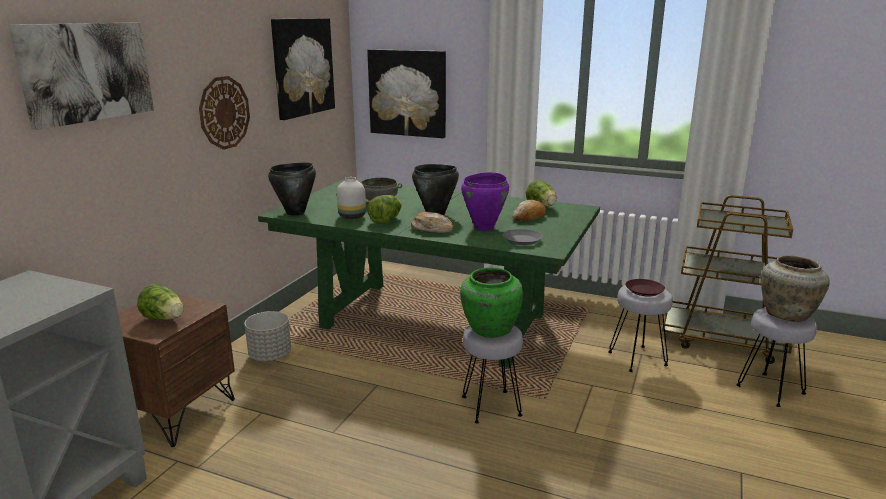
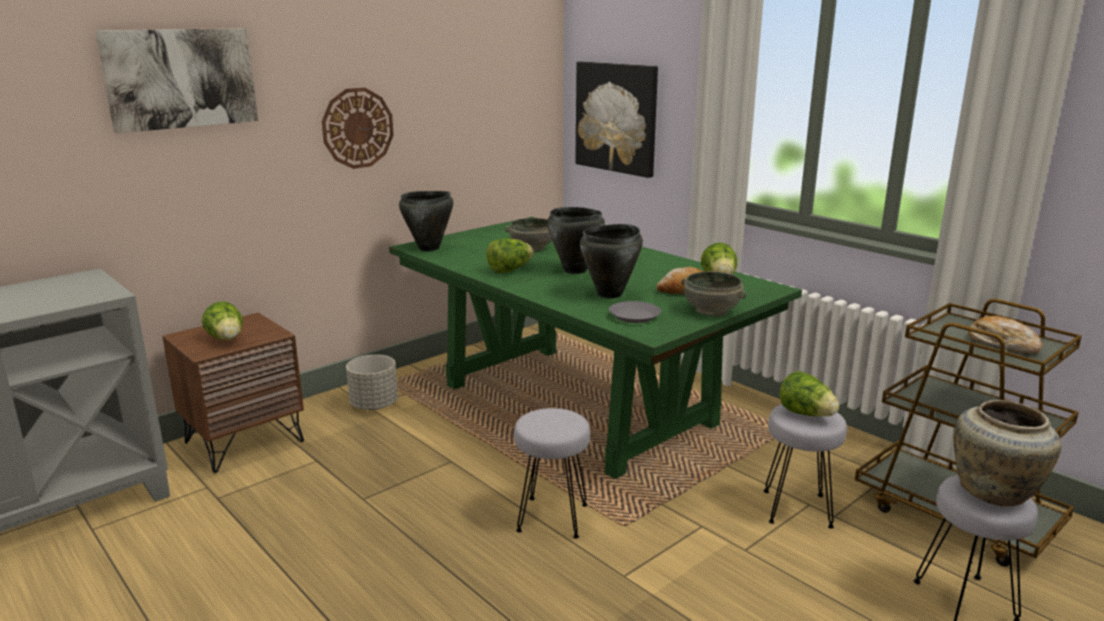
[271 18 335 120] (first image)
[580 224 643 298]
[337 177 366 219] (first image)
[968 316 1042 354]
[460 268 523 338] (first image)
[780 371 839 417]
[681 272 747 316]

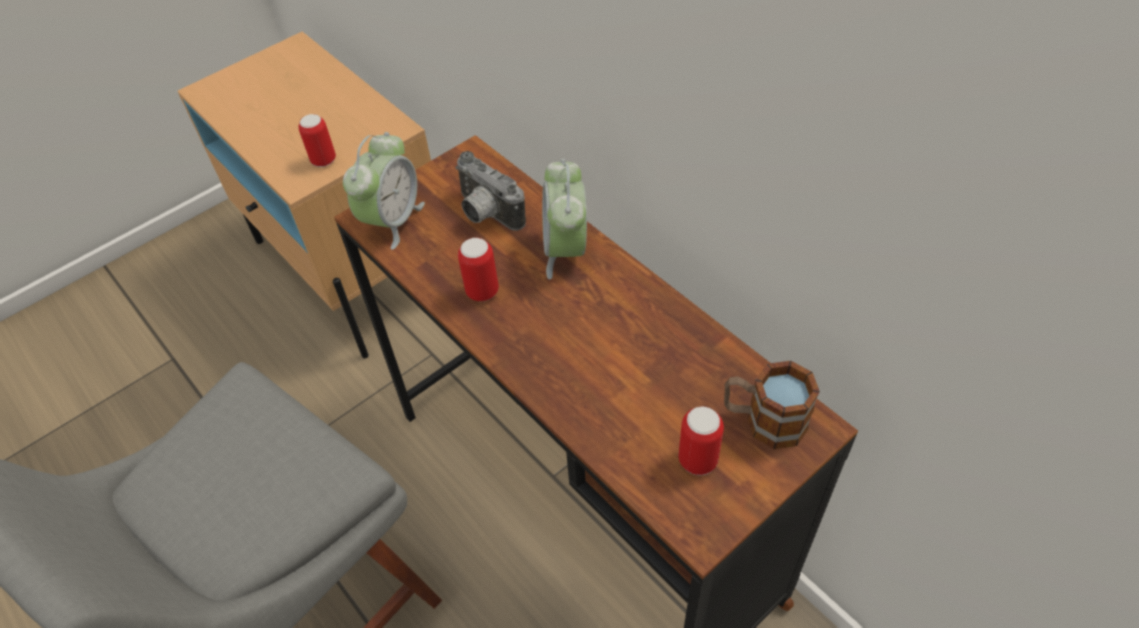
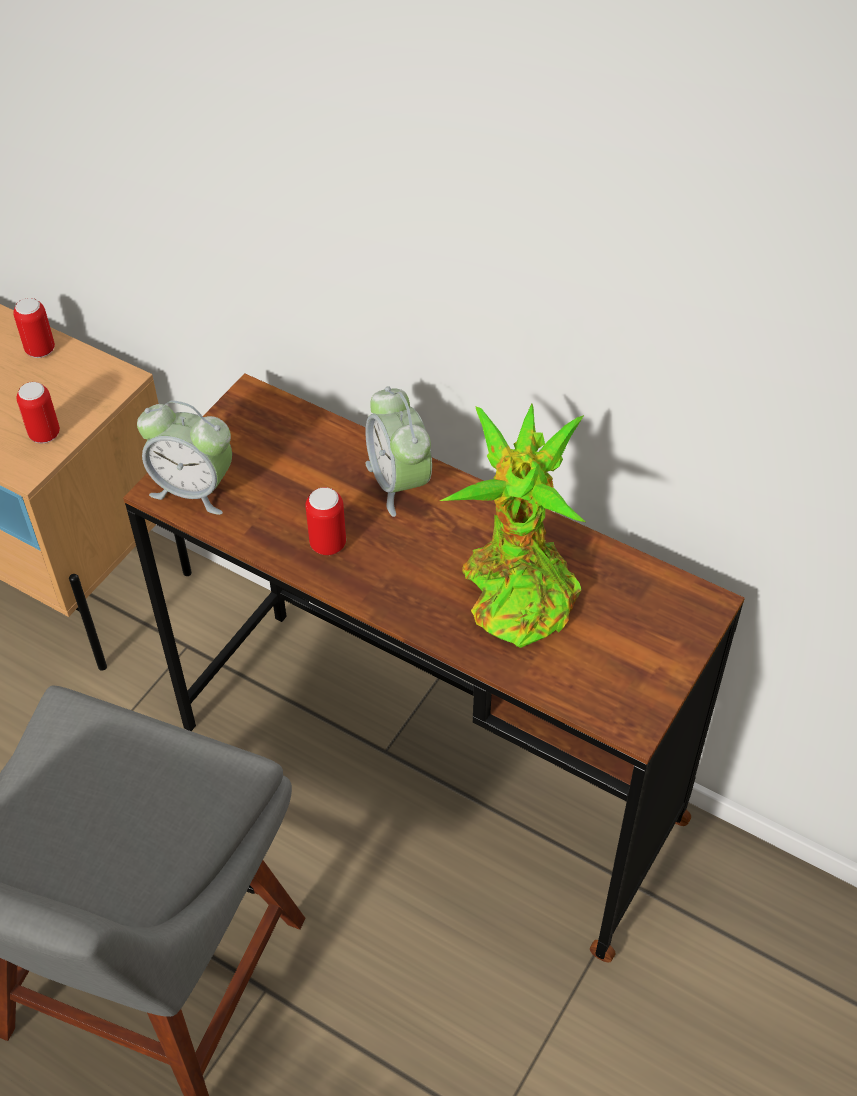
[137 401 232 515]
[455 151 526 231] (first image)
[724 361 820 449] (first image)
[13 298 55 358]
[440 404 585 648]

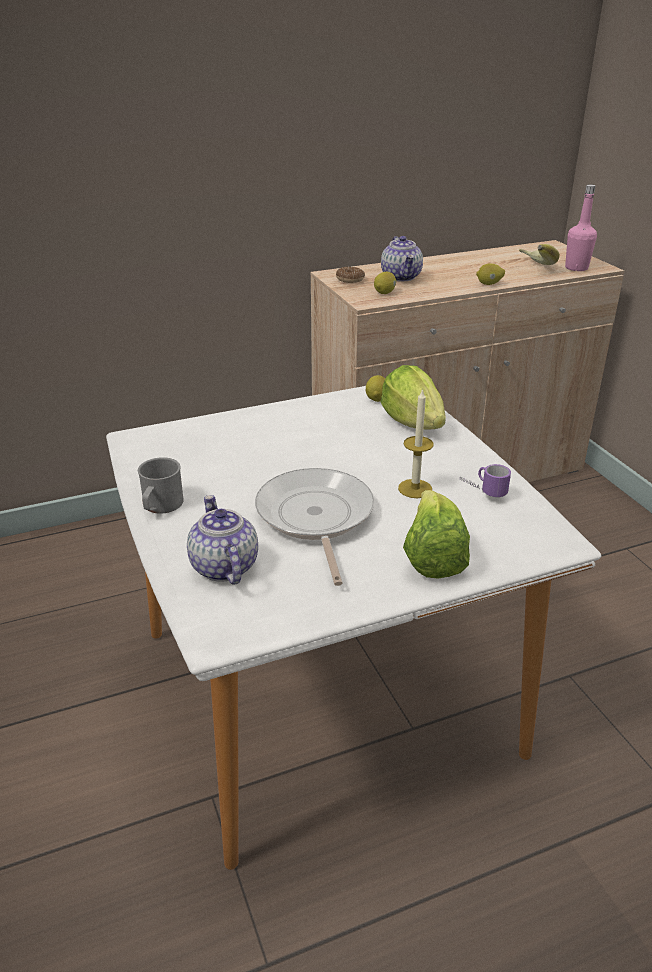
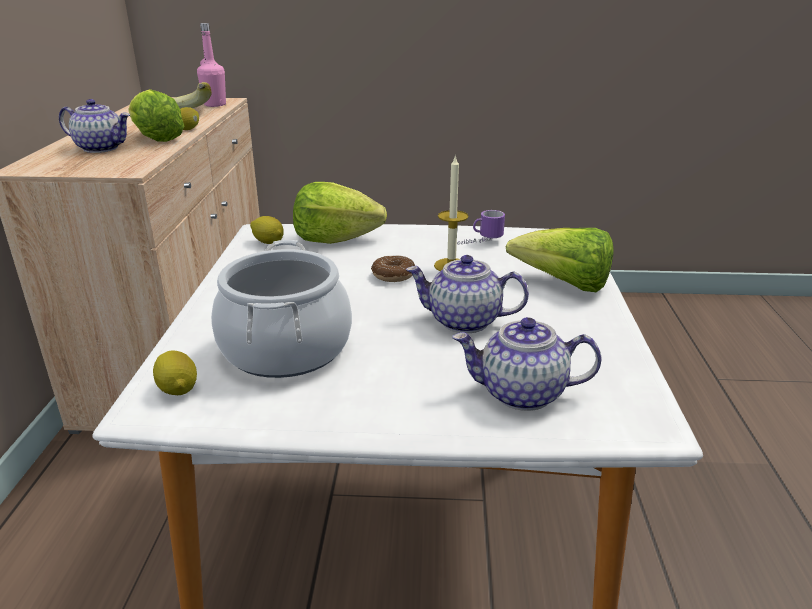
[371 255 415 282]
[153 350 197 395]
[138 457 184 514] (first image)
[406 255 529 333]
[128 89 184 142]
[211 240 352 378]

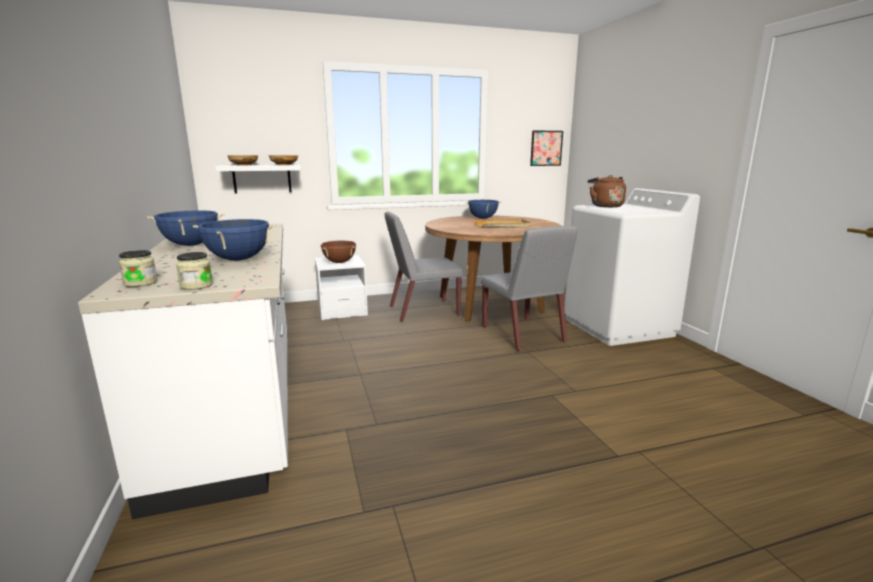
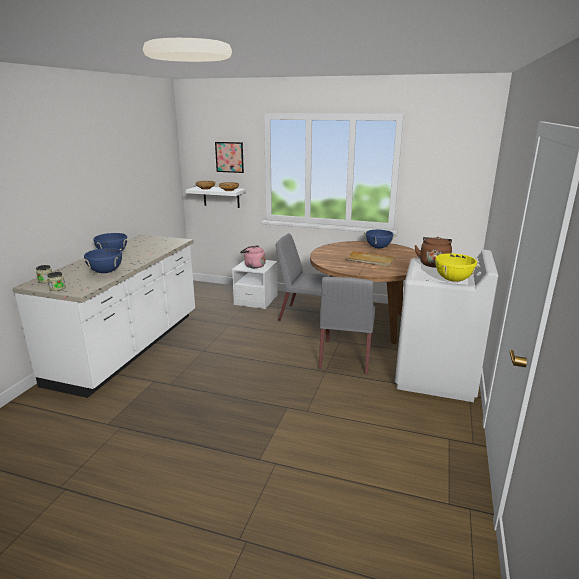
[215 142 244 173]
[240 245 265 268]
[433 253 480 282]

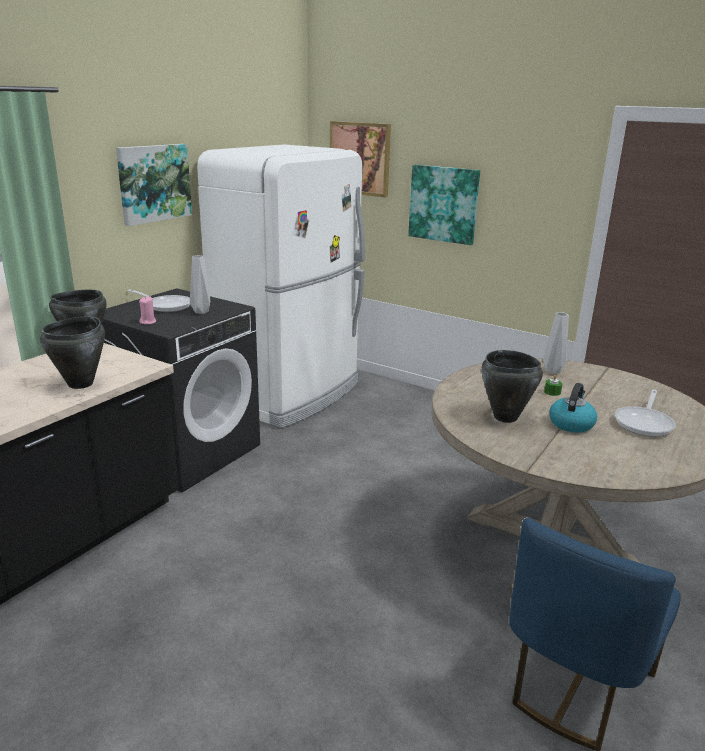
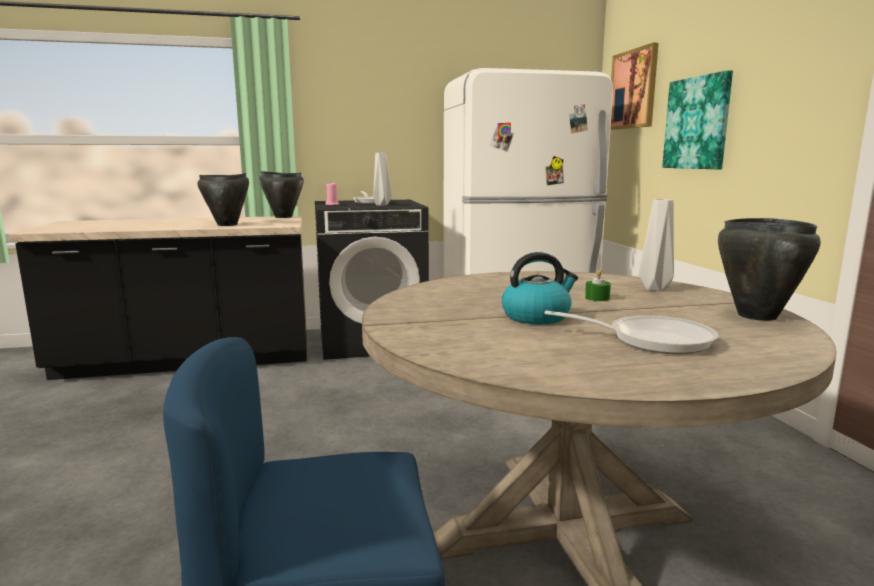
[116 144 192 226] (first image)
[718 218 821 321]
[544 311 718 354]

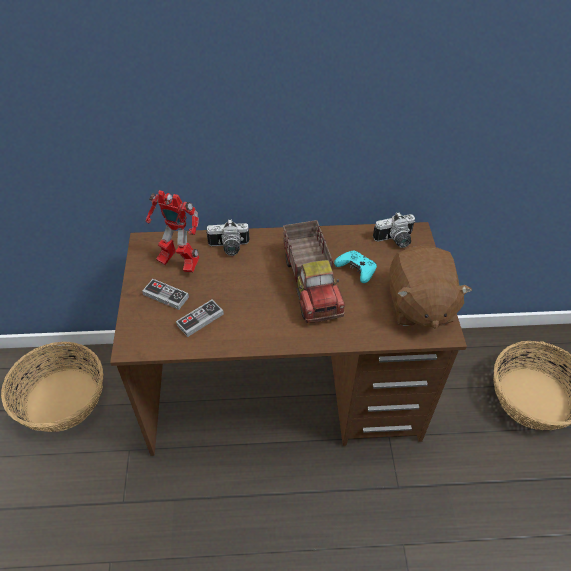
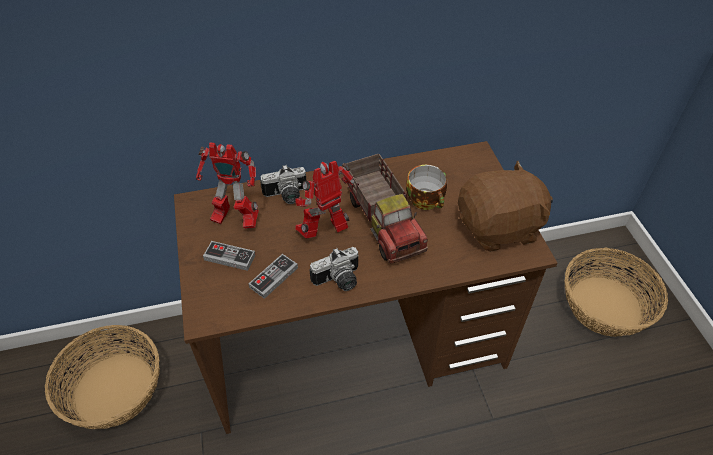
[309 247 359 291]
[458 161 553 252]
[406 165 447 210]
[295 161 355 239]

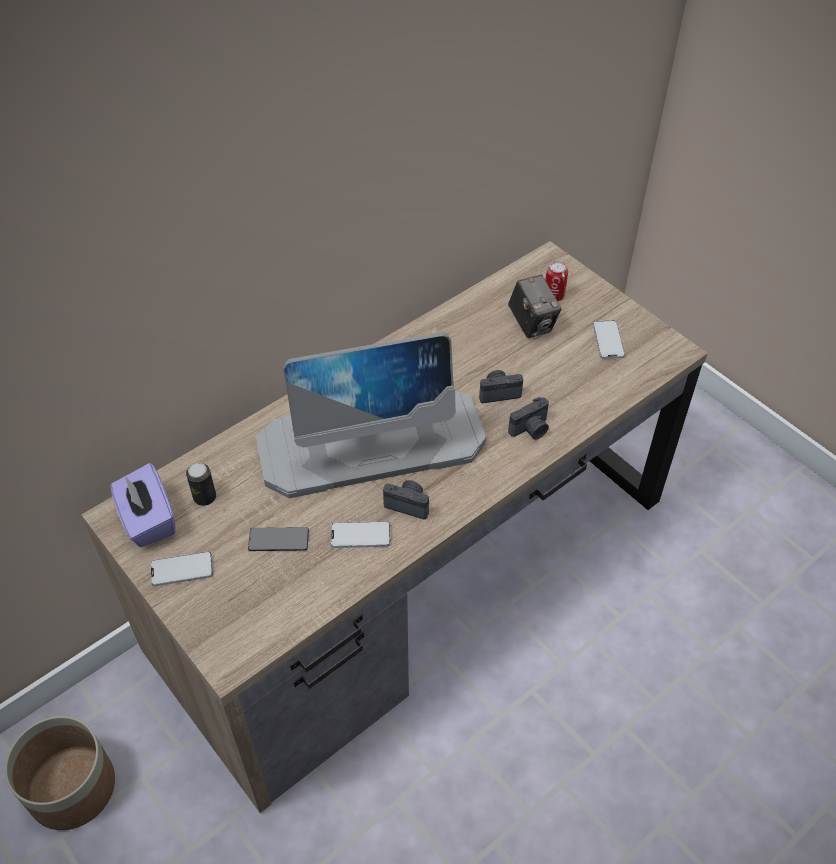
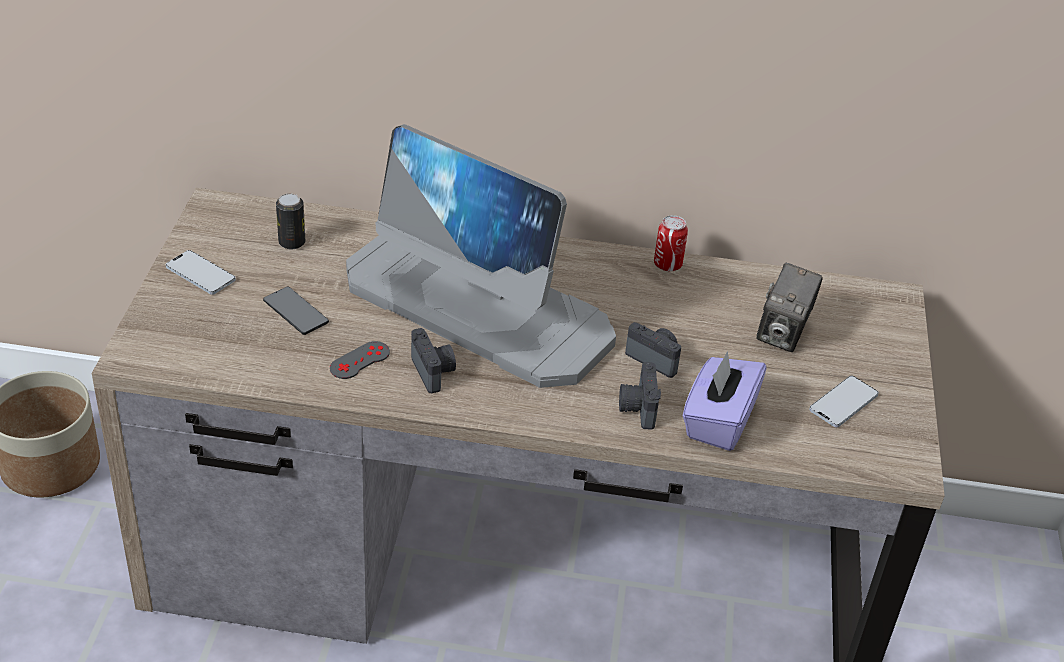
[654 215 688 271]
[619 362 661 430]
[683 351 766 451]
[330 341 390 379]

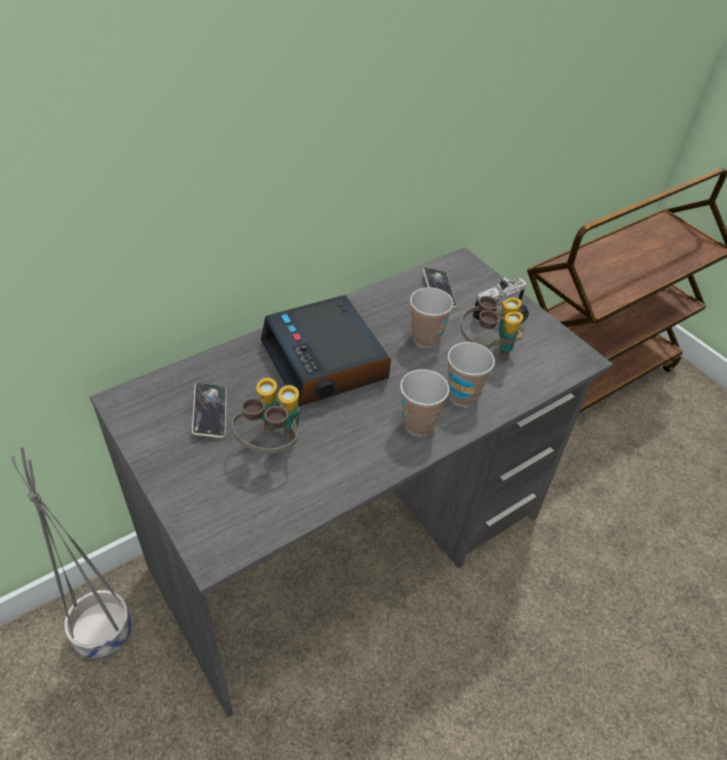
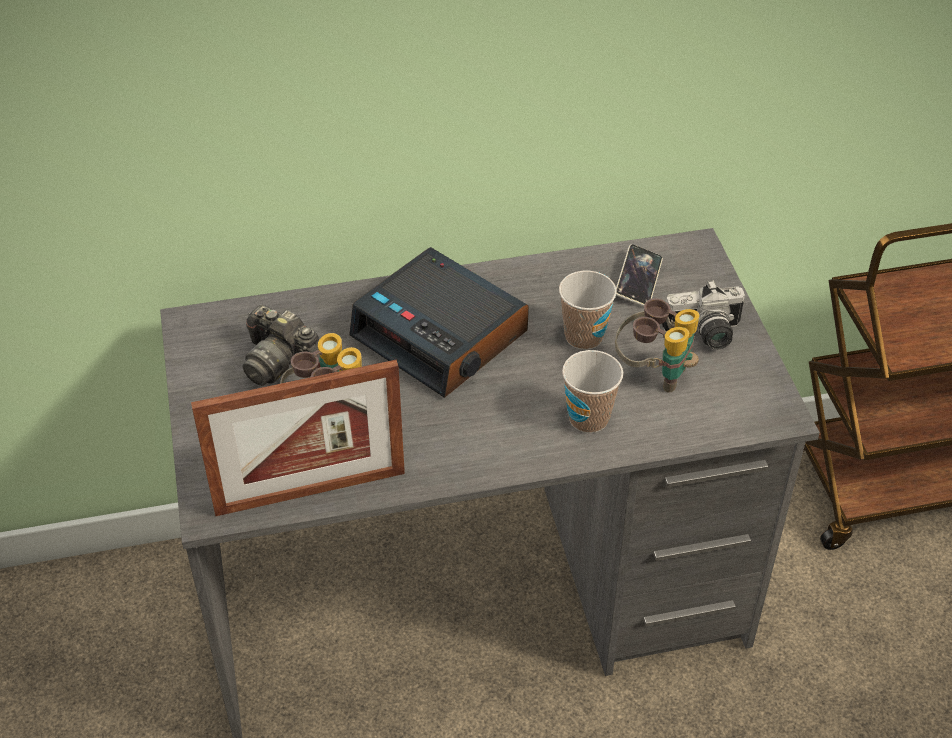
[349 247 529 398]
[400 369 449 435] (first image)
[243 305 320 386]
[11 447 132 658] (first image)
[191 360 405 516]

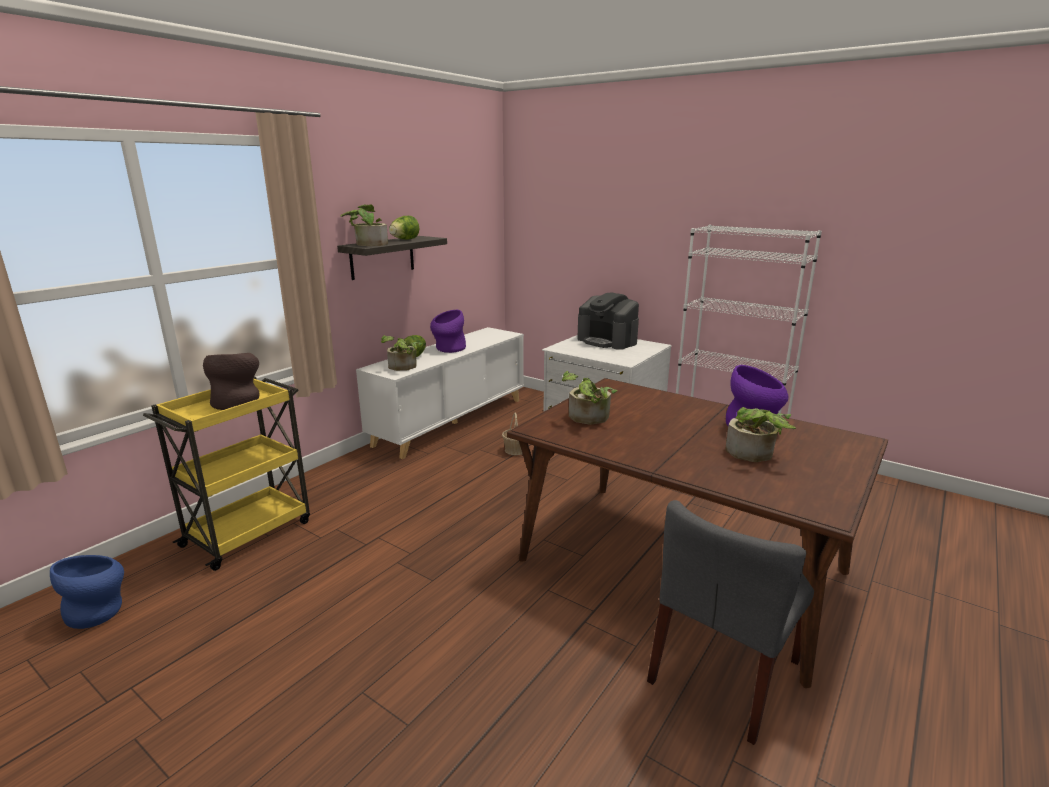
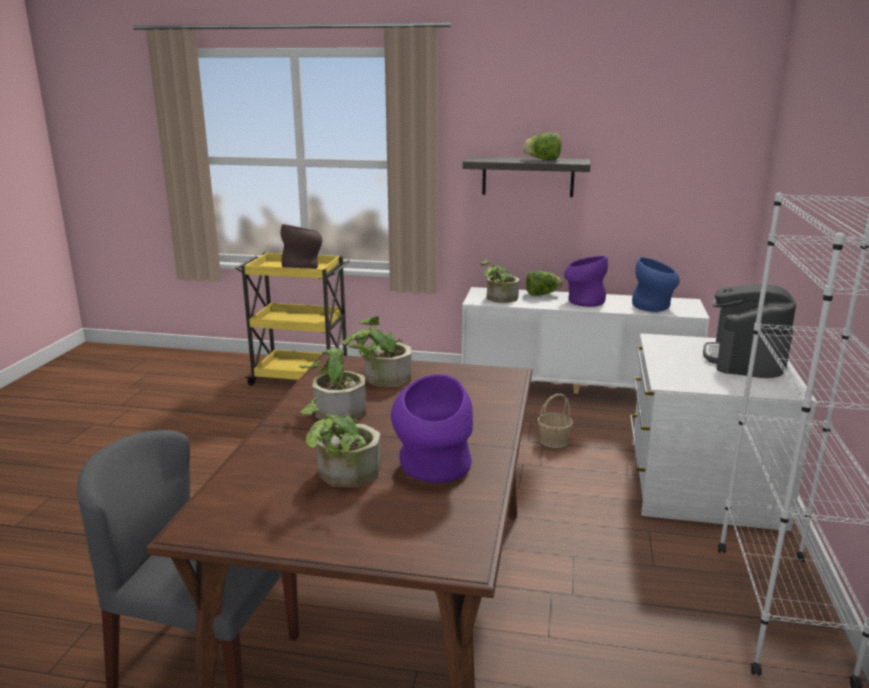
[299 344 373 420]
[632 257 680 312]

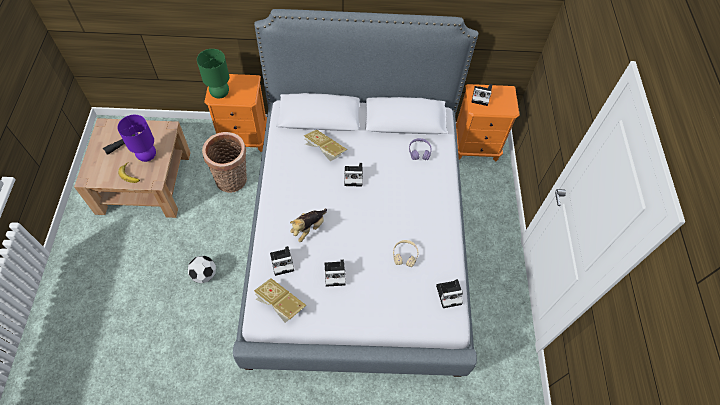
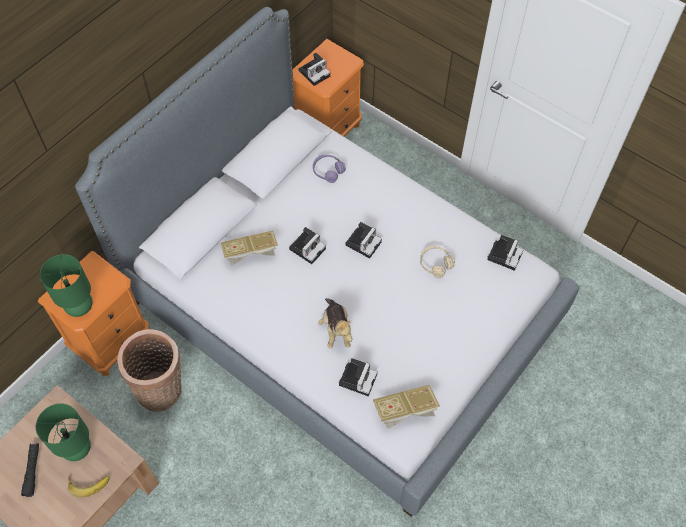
[36 403 91 461]
[188 256 216 283] (first image)
[345 222 382 258]

